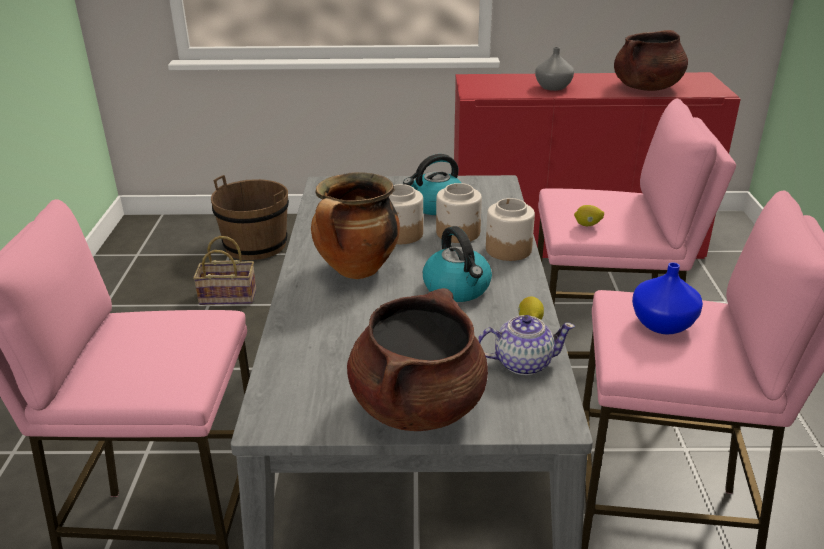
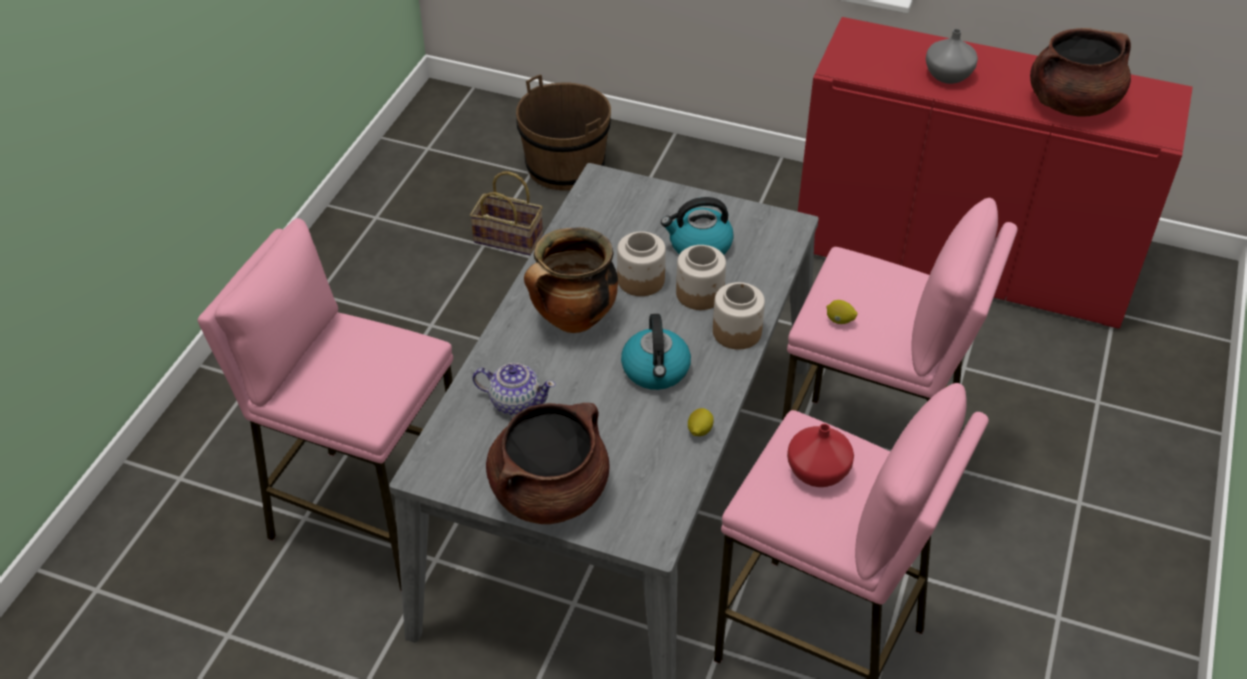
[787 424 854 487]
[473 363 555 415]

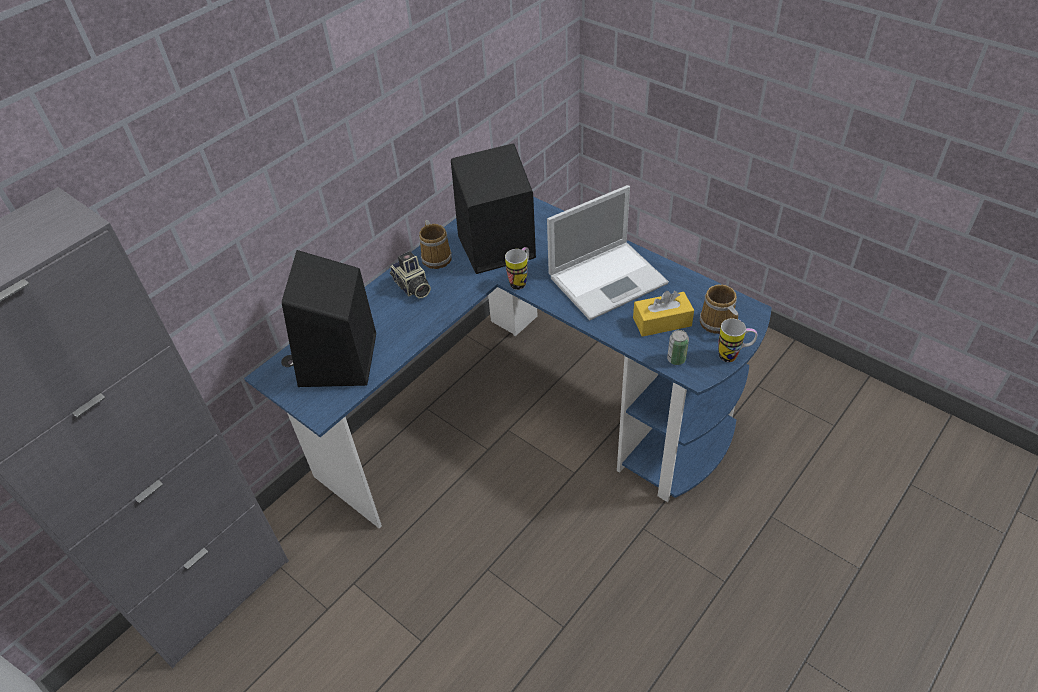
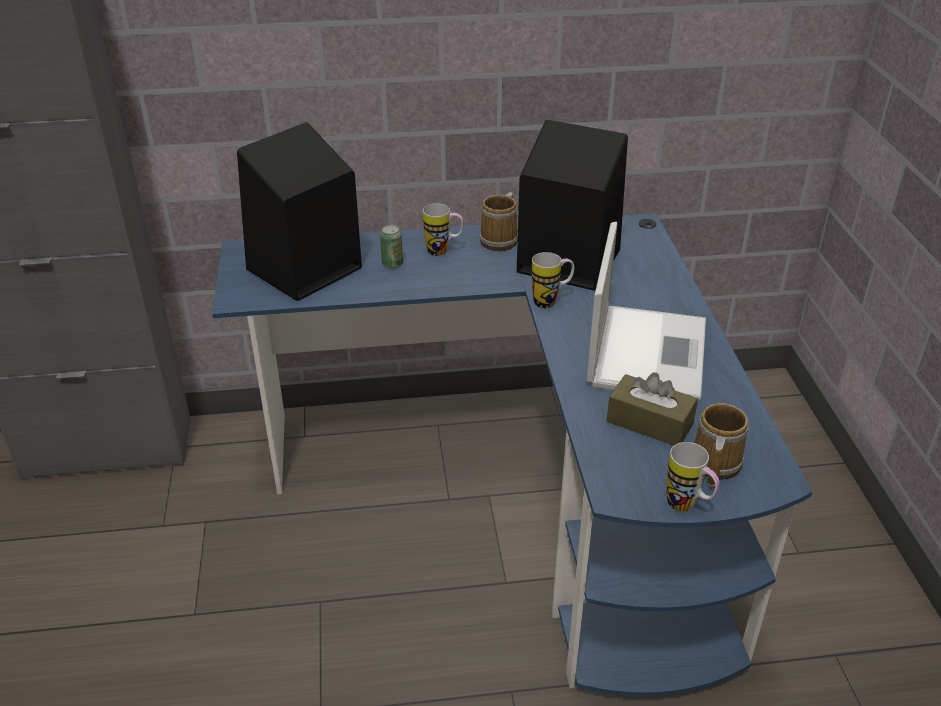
[587 222 706 402]
[423 203 464 256]
[607 372 698 446]
[380 225 403 268]

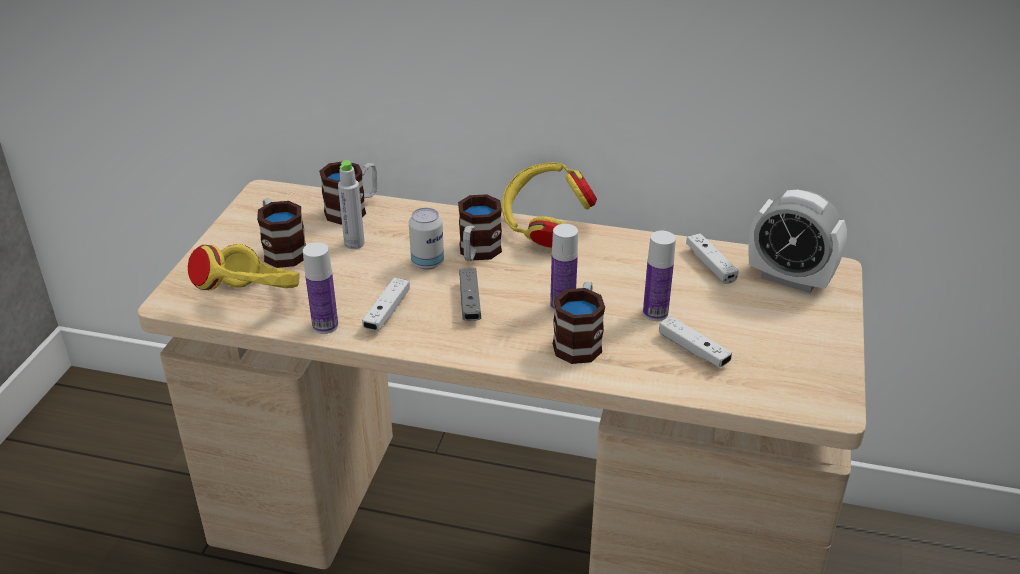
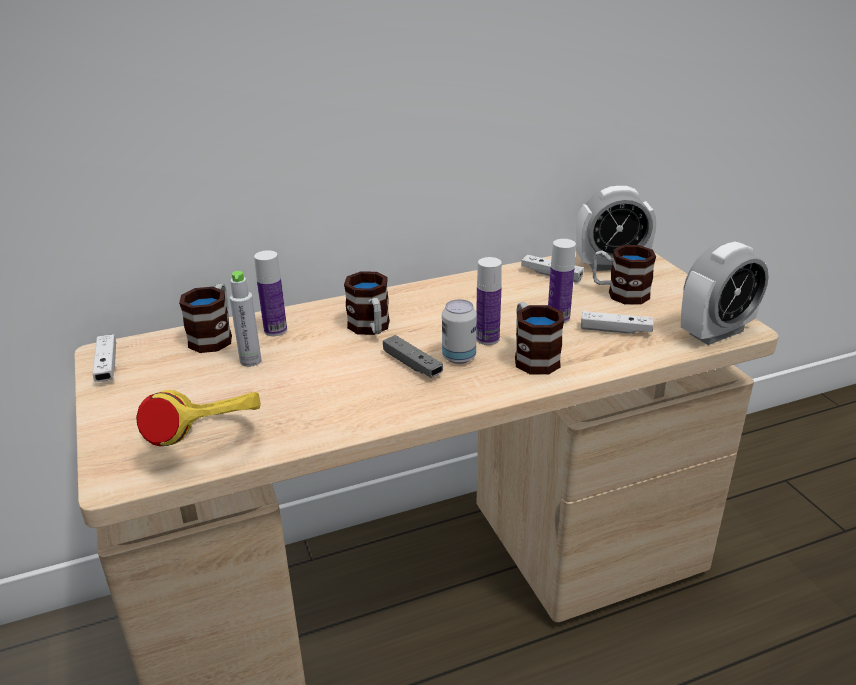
[502 162 597 248] (first image)
[593 245 656 305]
[442 299 477 364]
[254 250 287 336]
[93 334 116 382]
[681 242 769 345]

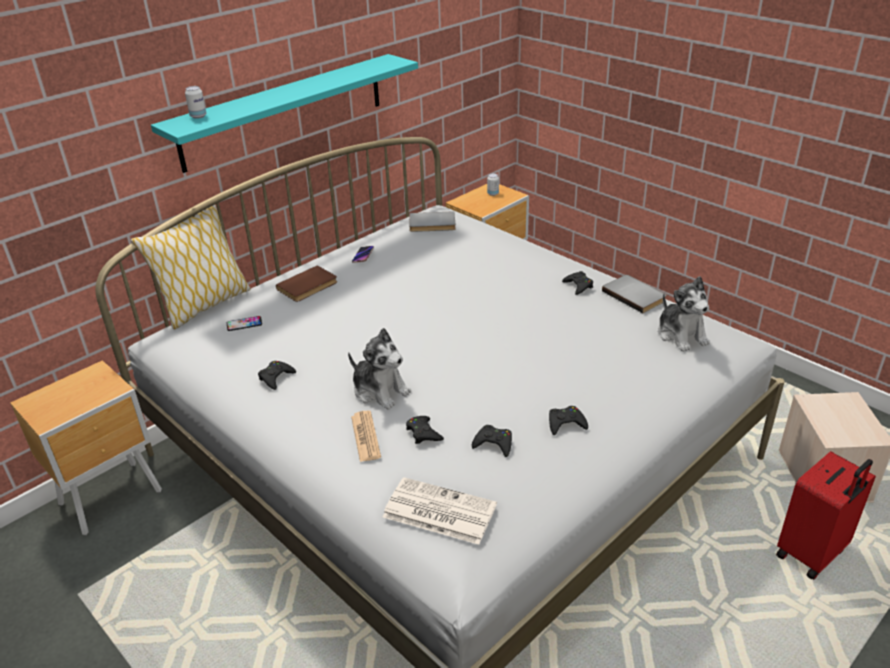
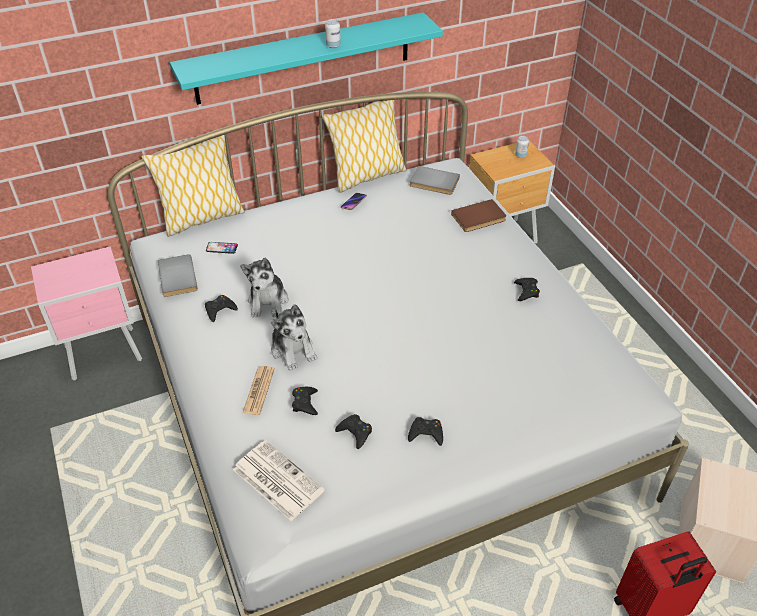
[325 19 341 48]
[451 199 506 232]
[158 254 198 297]
[240 258 288 317]
[31 246 142 381]
[322 100 406 193]

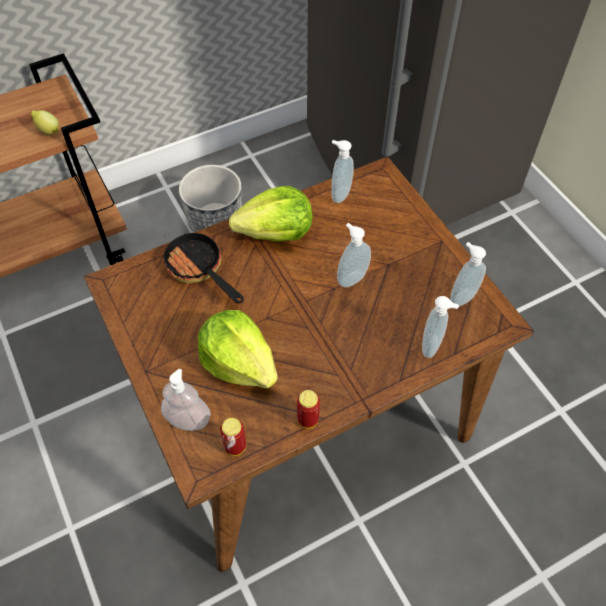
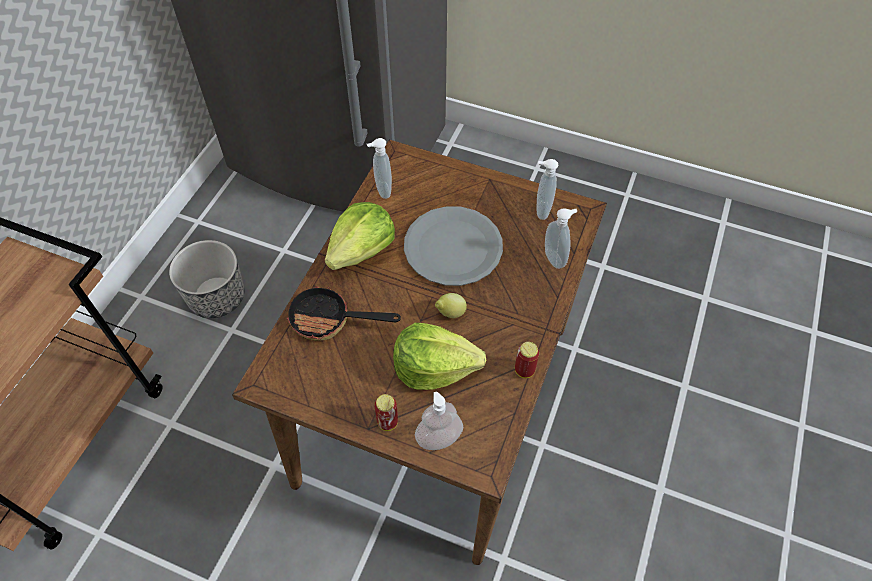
[435 293 467 318]
[404 206 503 286]
[374 394 398 431]

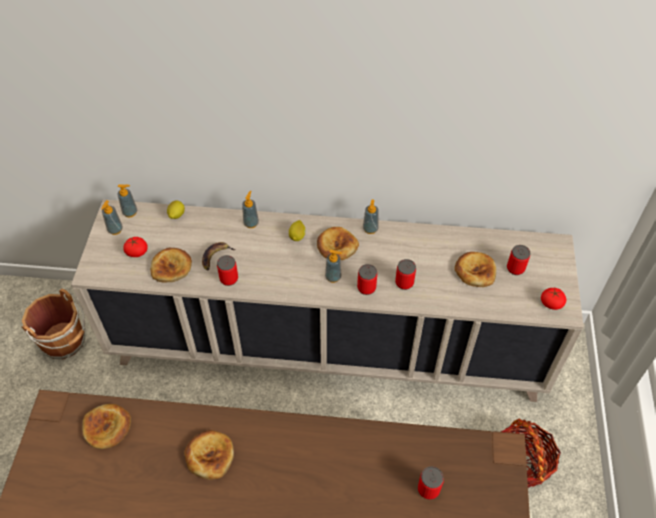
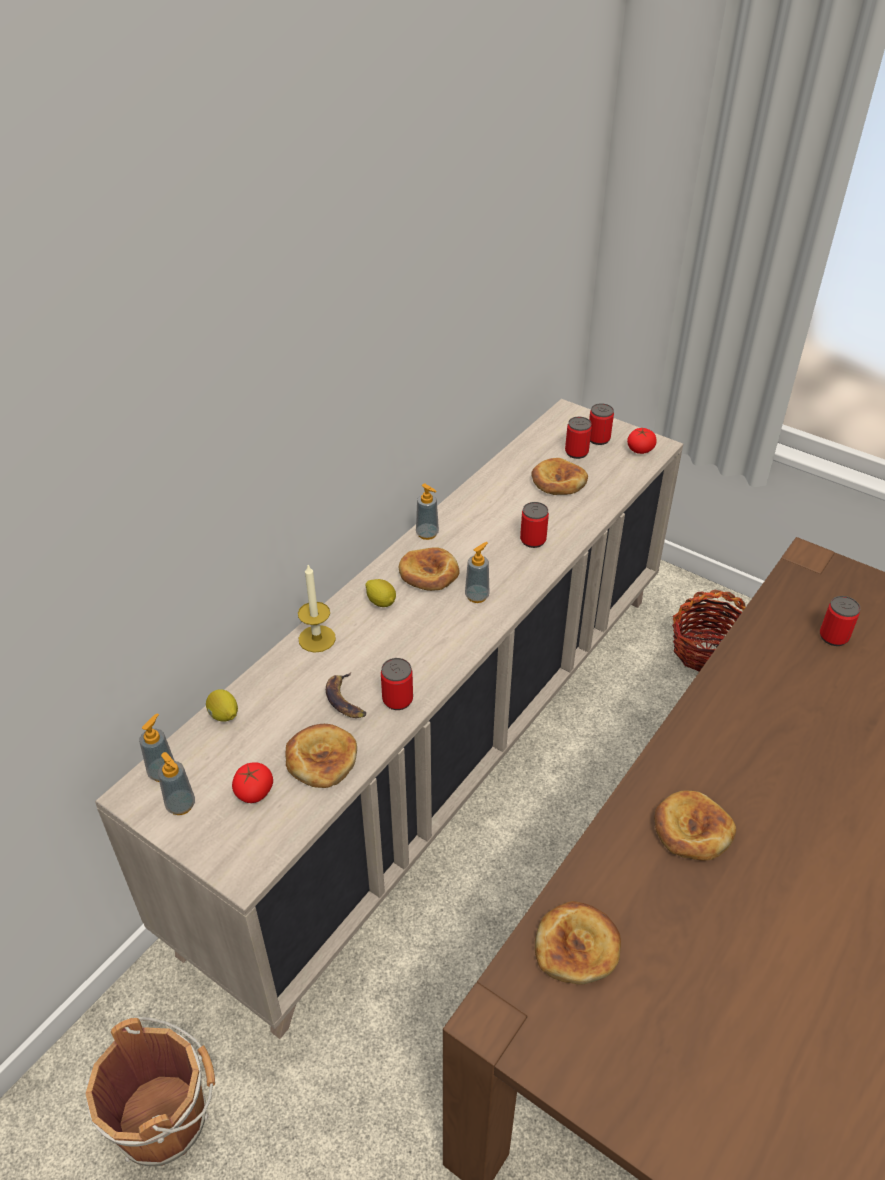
[298 565 336 653]
[589 403 614 445]

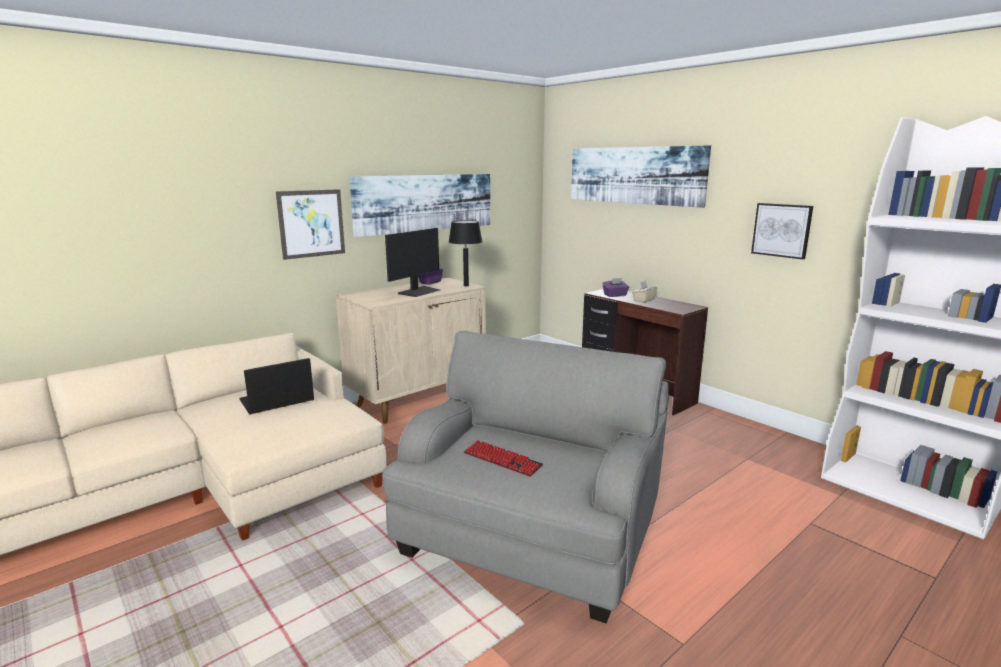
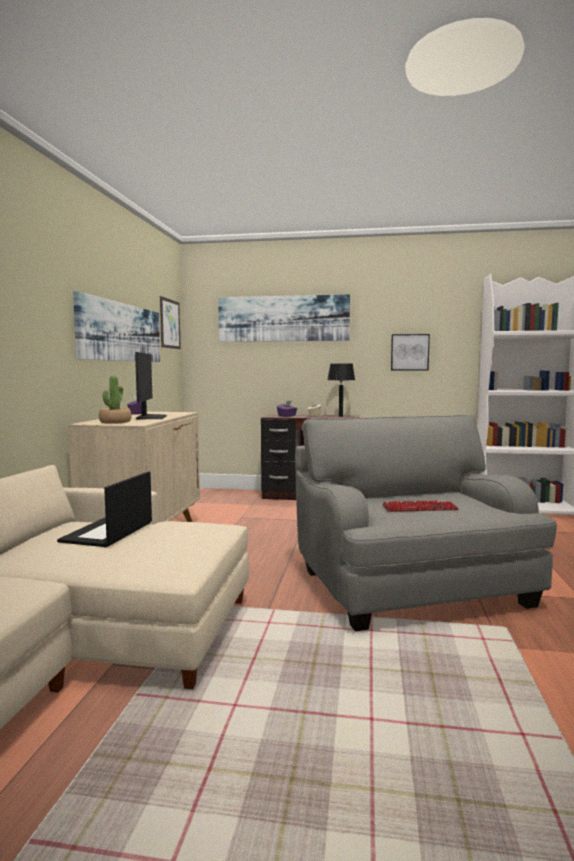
[160 296 181 349]
[328 363 355 417]
[99 375 131 424]

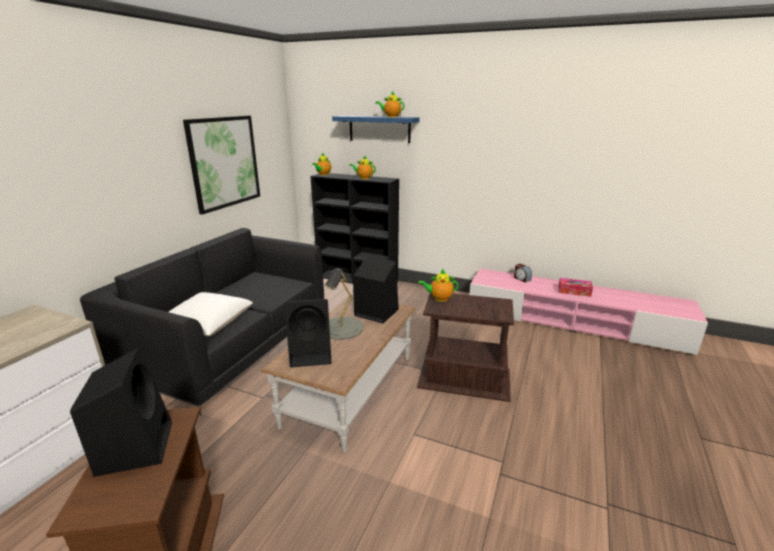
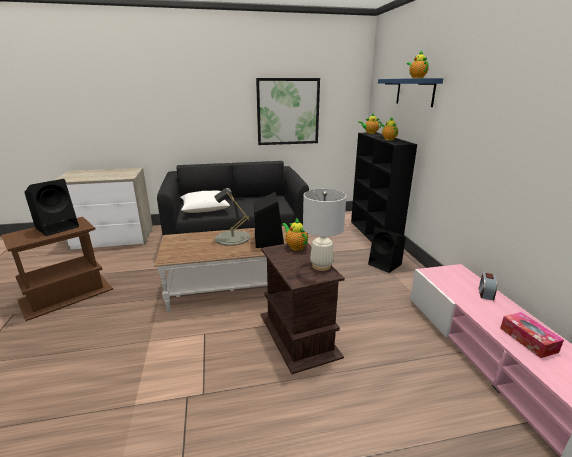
[368 227 406 273]
[303 189 346 271]

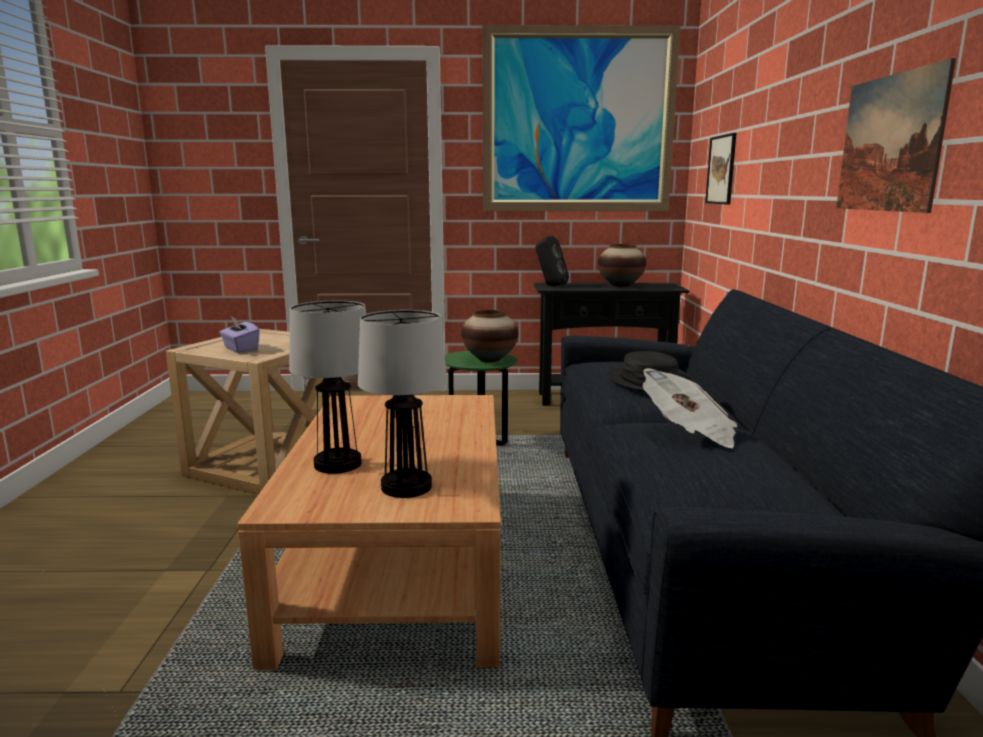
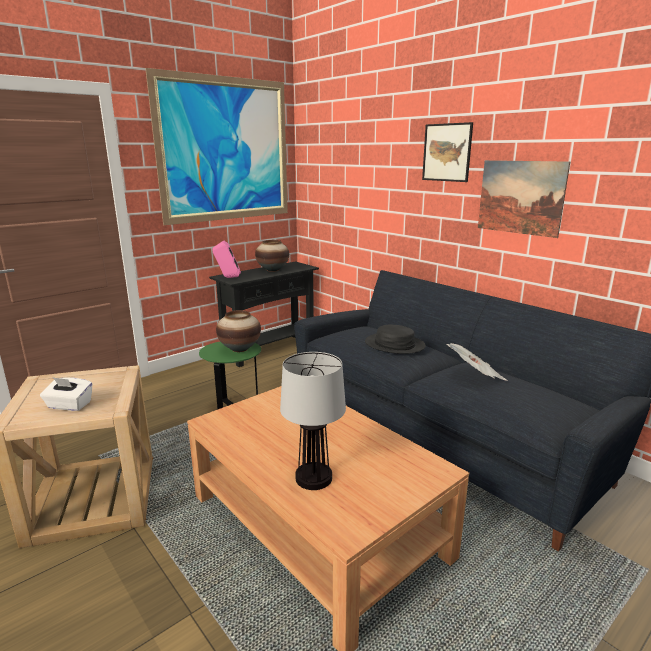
[422 122 473 182]
[213 241 241 278]
[358 310 447 498] (first image)
[40 377 92 411]

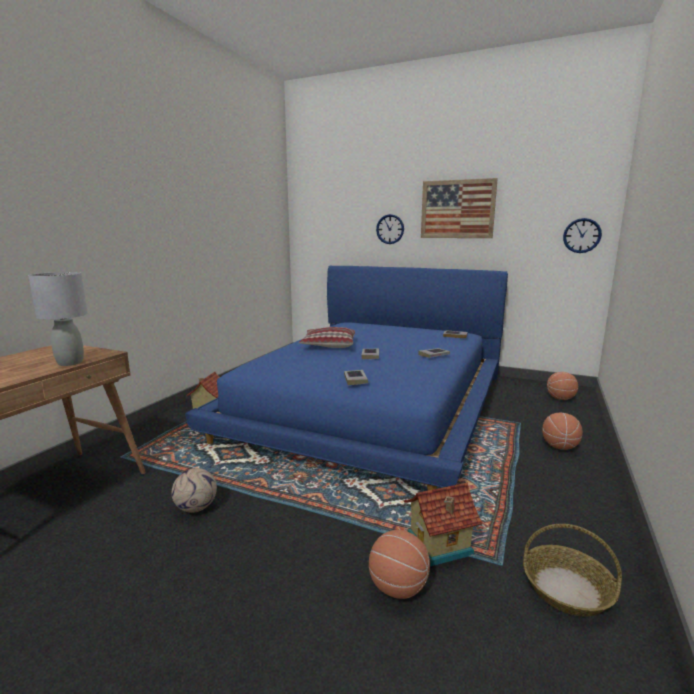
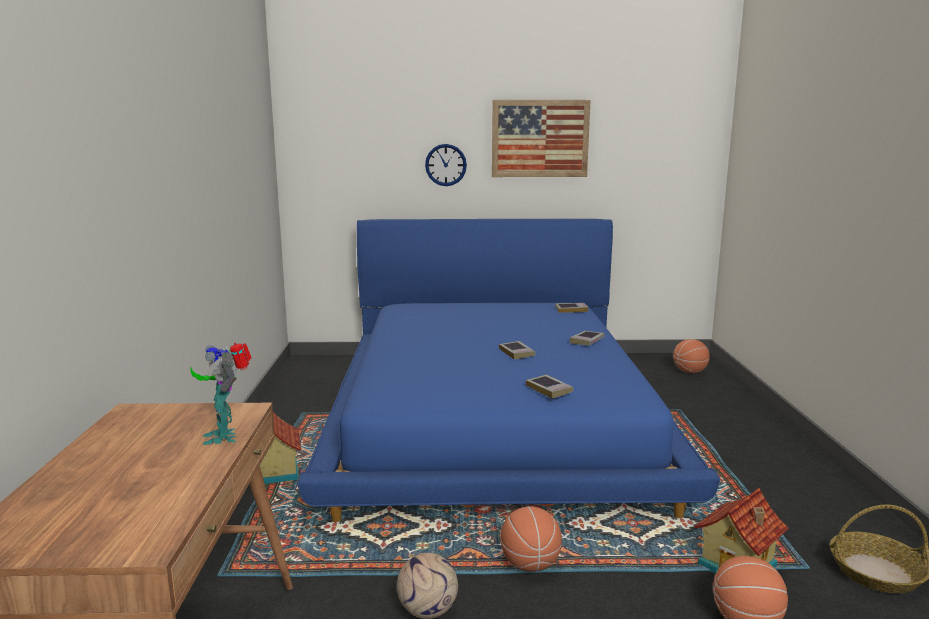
[563 218 602 253] (first image)
[190 343 252 445]
[299 327 355 348] (first image)
[501 507 562 572]

